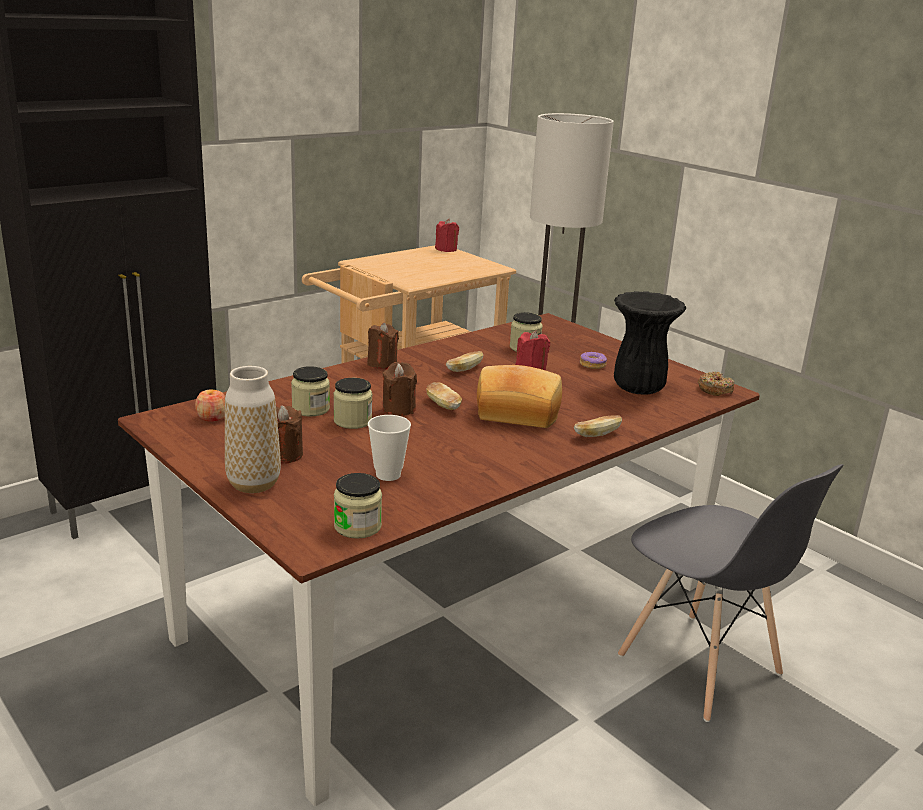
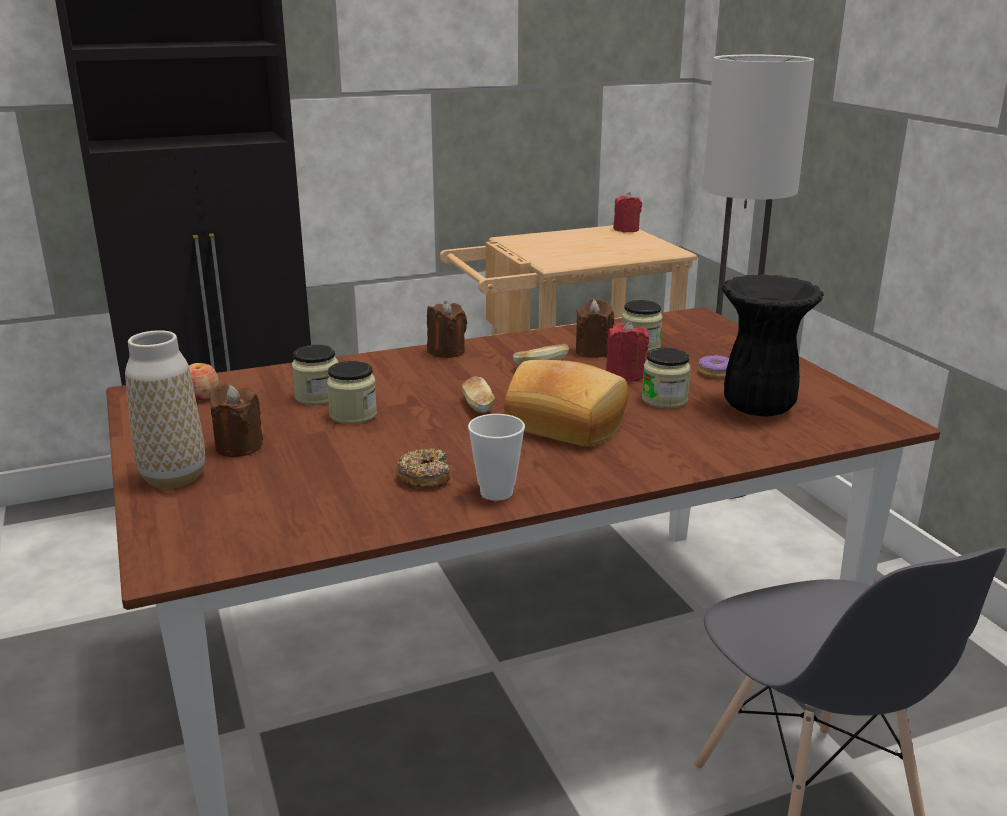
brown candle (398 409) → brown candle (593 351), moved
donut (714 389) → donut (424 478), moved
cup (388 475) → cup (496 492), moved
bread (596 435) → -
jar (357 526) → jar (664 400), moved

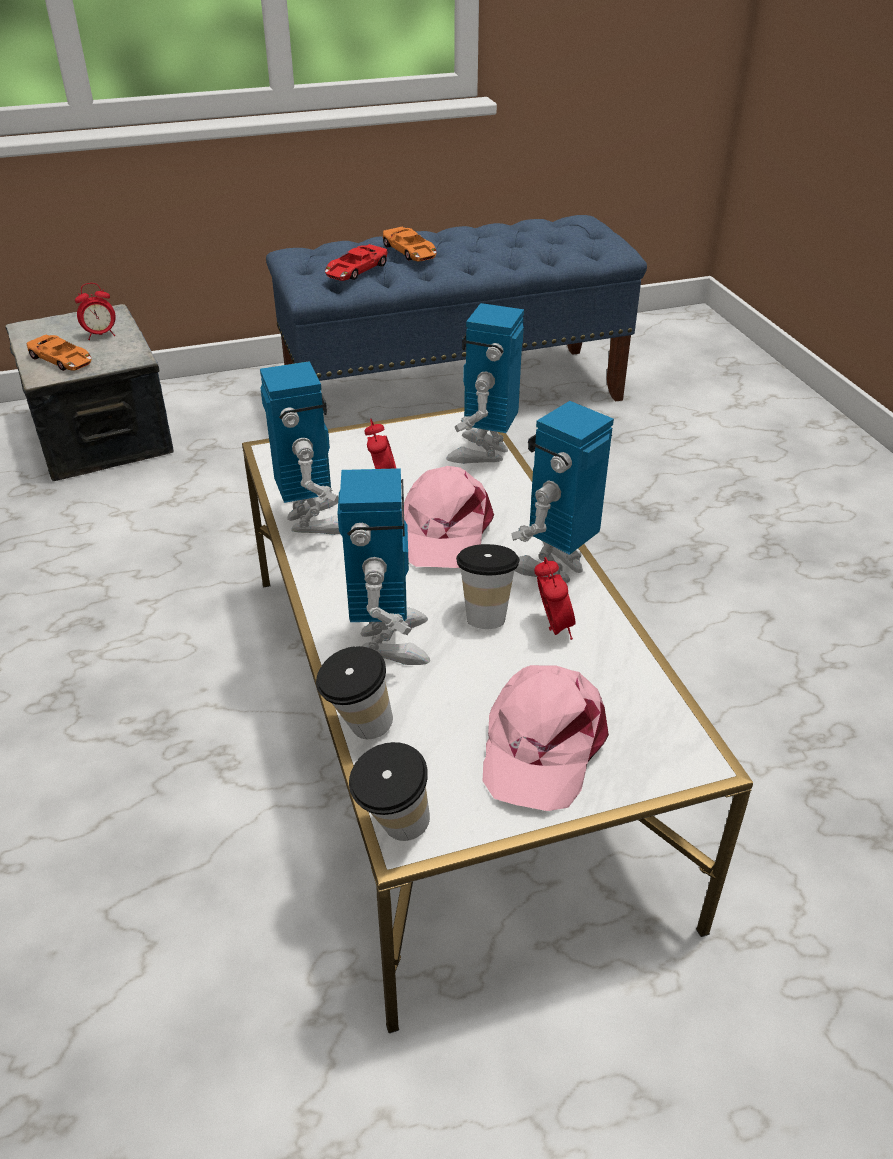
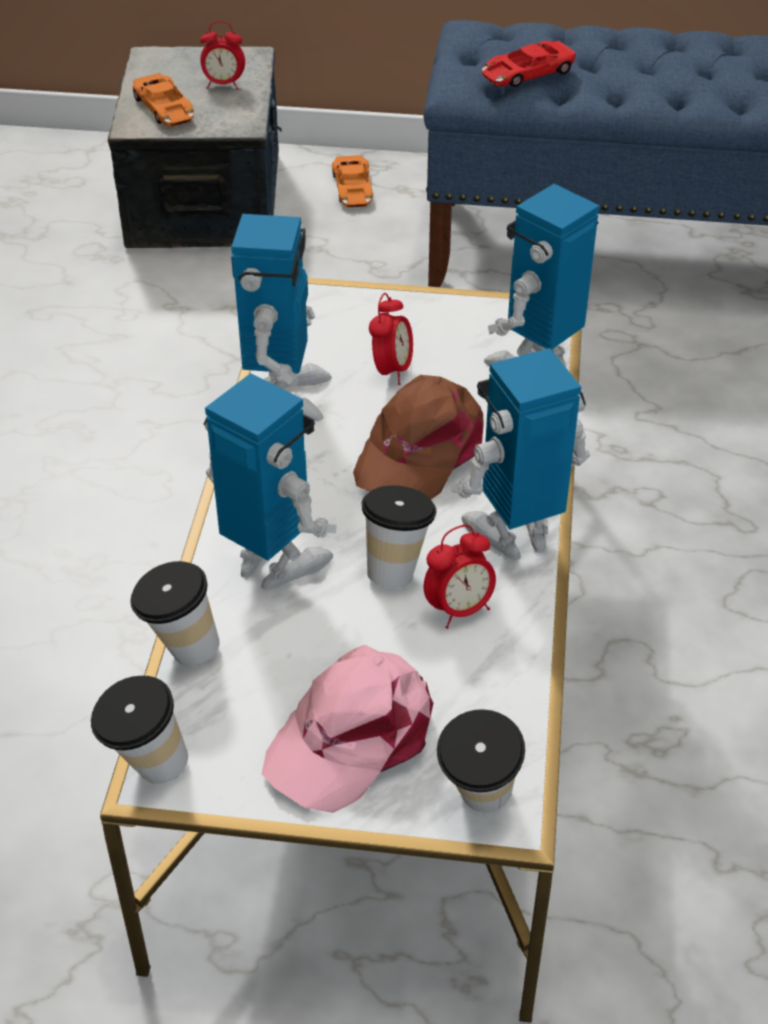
orange toy car (410 251) → orange toy car (353 189), moved
pink cap (444 530) → brown cap (420 451)
toy robot (389 640) → toy robot (274 563), 75 degrees counterclockwise
alarm clock (552 628) → alarm clock (459 609), 45 degrees clockwise
- → cup (477 805)

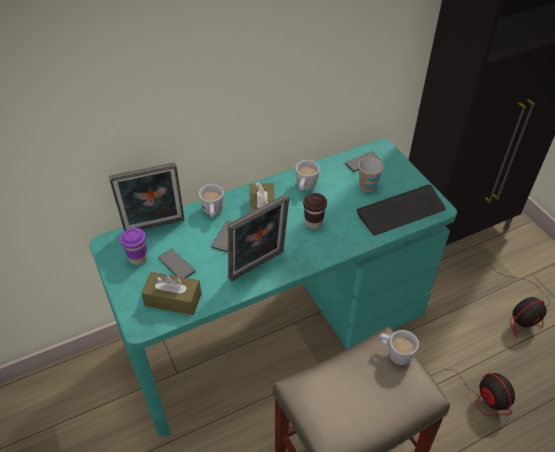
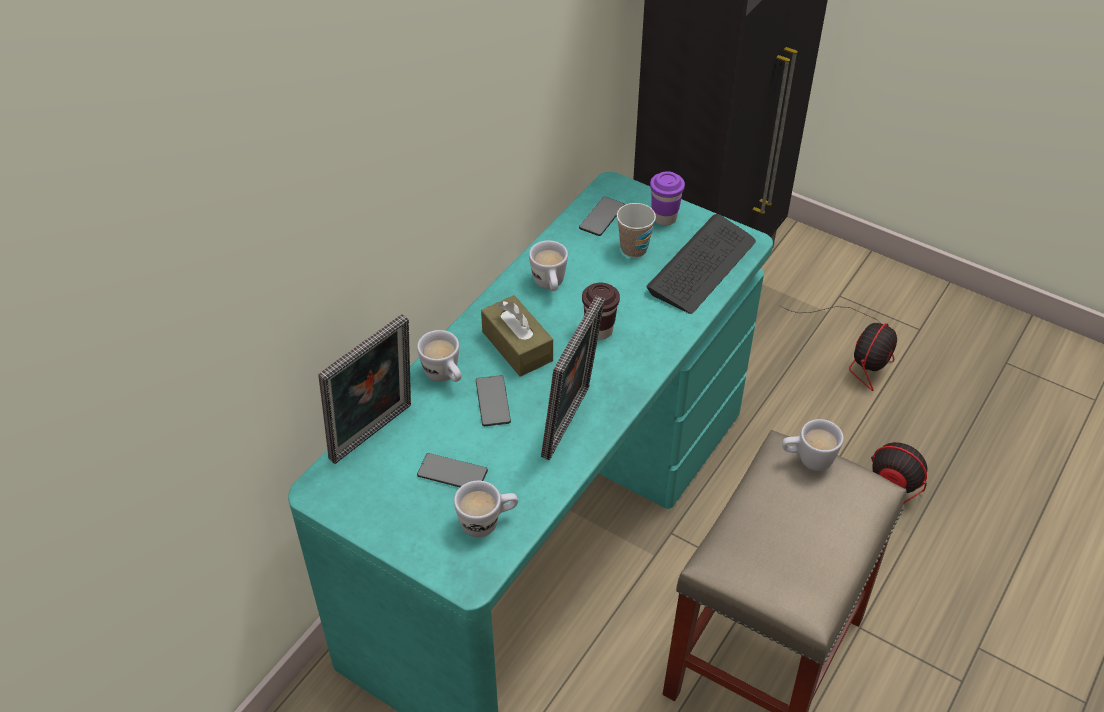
purple cup (138 258) → purple cup (664 218), moved
brown tissue box (173 300) → white mug (487 522)

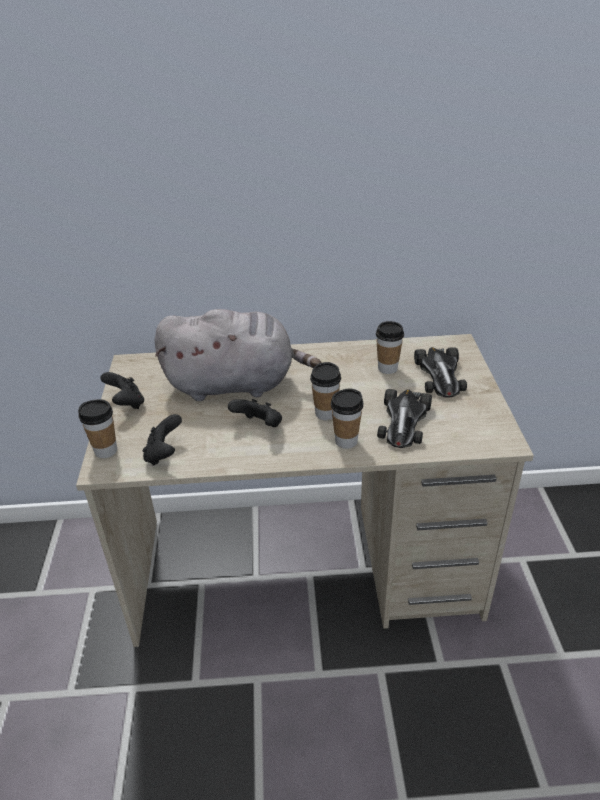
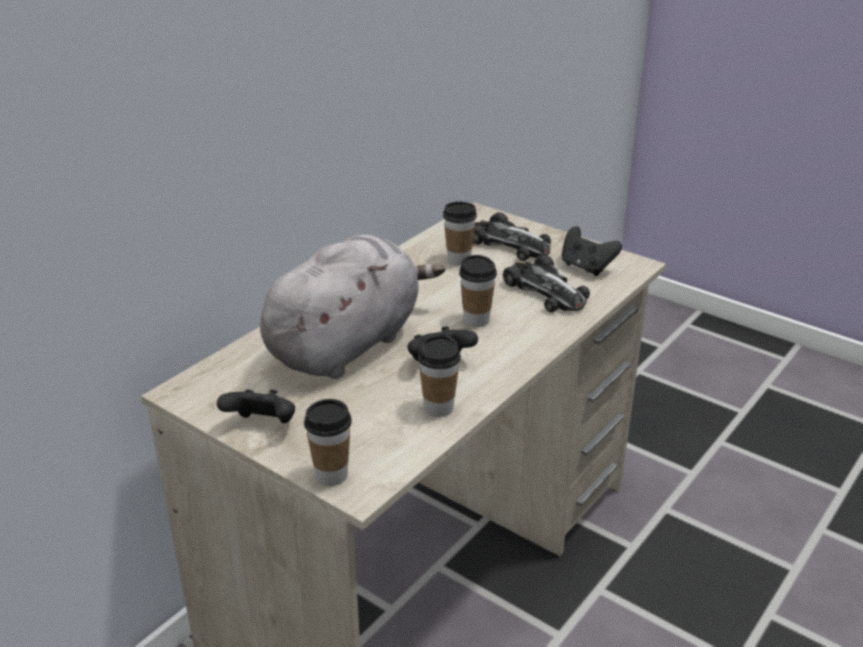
cup (346 441) → cup (438 408), moved
black game controller (164 454) → black game controller (586 267), moved

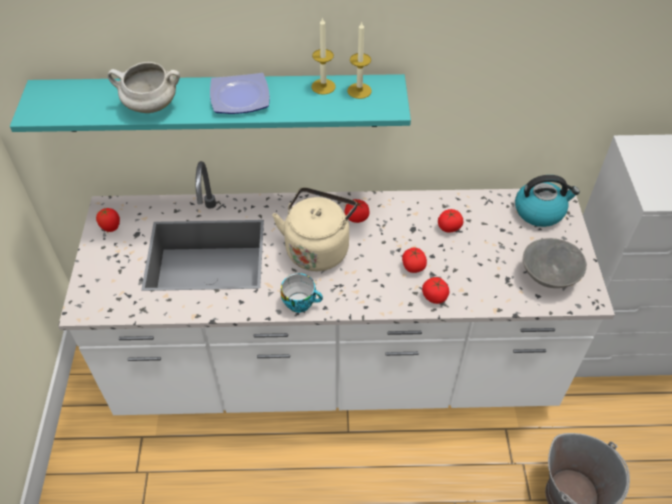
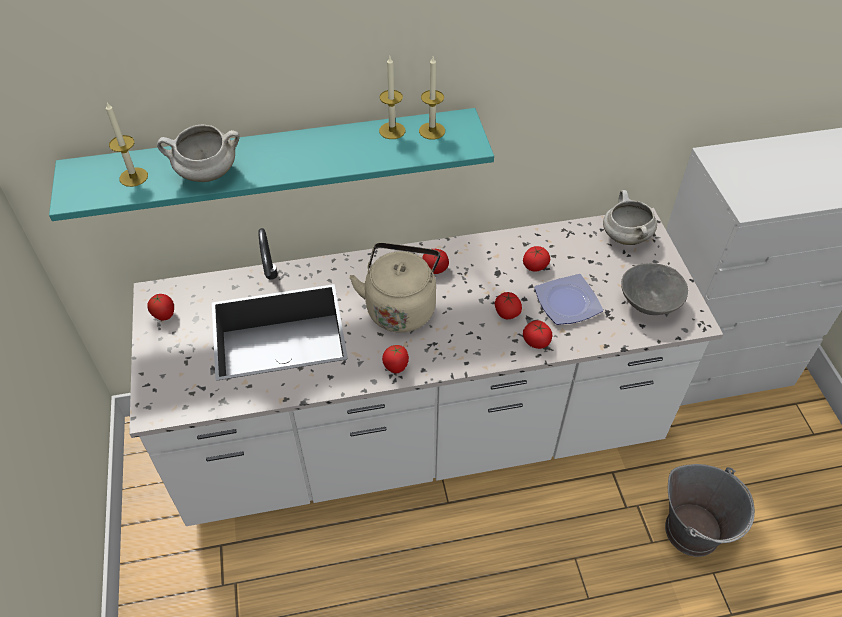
plate (241 97) → plate (568 302), moved
kettle (540 211) → white cooking pot (625 237)
cup (301 302) → tomato (396 368)
- → candle (133 177)

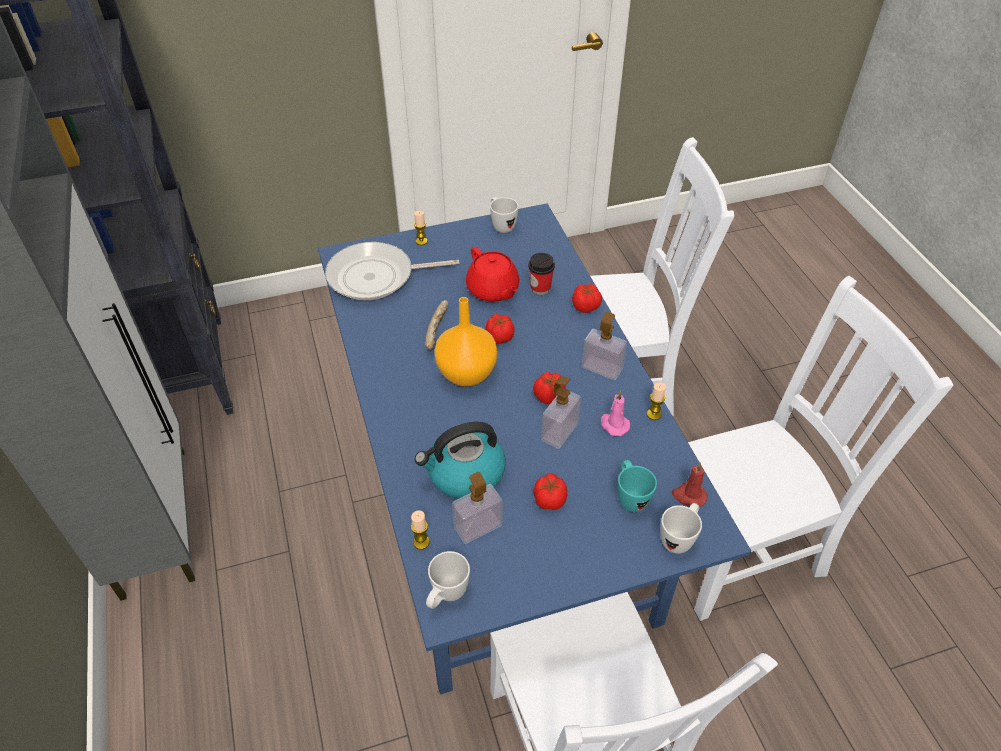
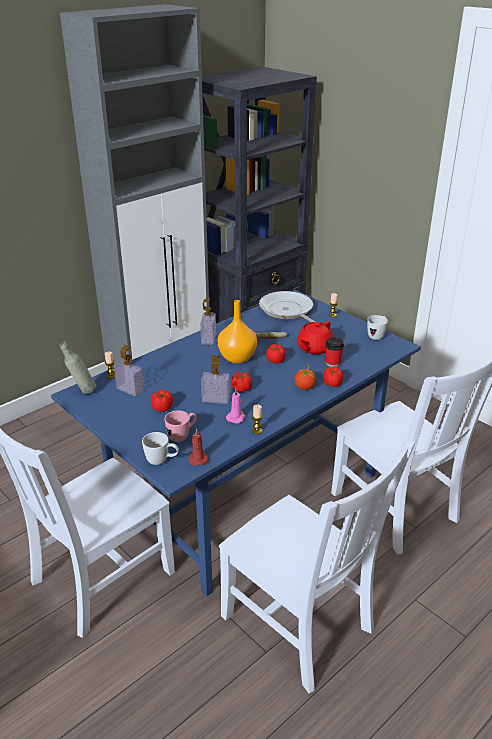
soap dispenser (602 368) → soap dispenser (208 339), moved
kettle (465 474) → -
turquoise mug (630 497) → pink mug (182 436)
white mug (446 596) → grey bottle (82 392)
- → tomato (304 387)

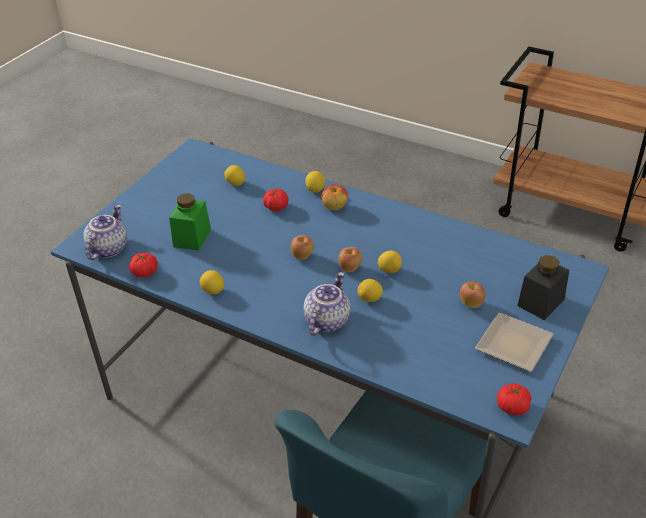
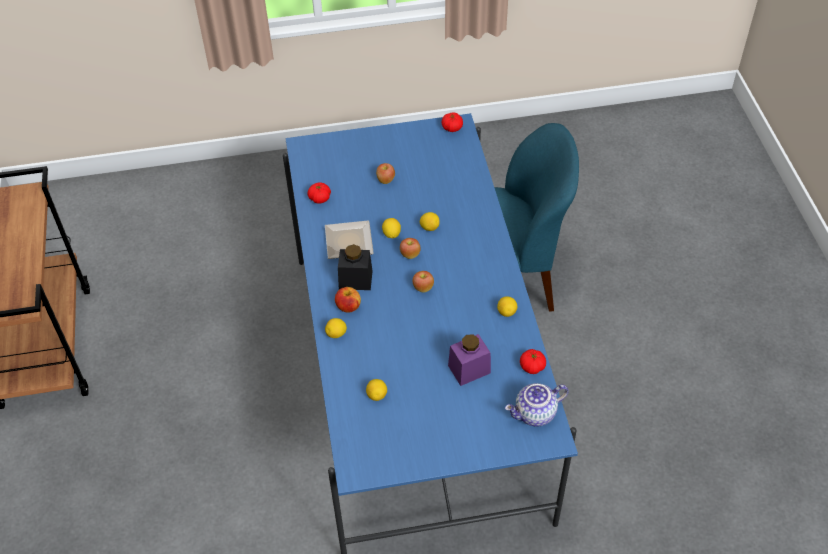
tomato (276 207) → tomato (319 198), moved
green jar (192 238) → purple jar (469 369)
black jar (541 302) → black jar (355 279), moved
teapot (326 320) → -
plate (512 342) → plate (347 243), moved

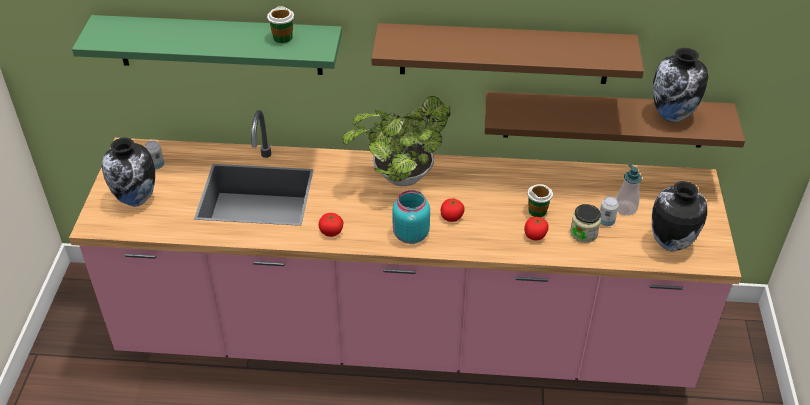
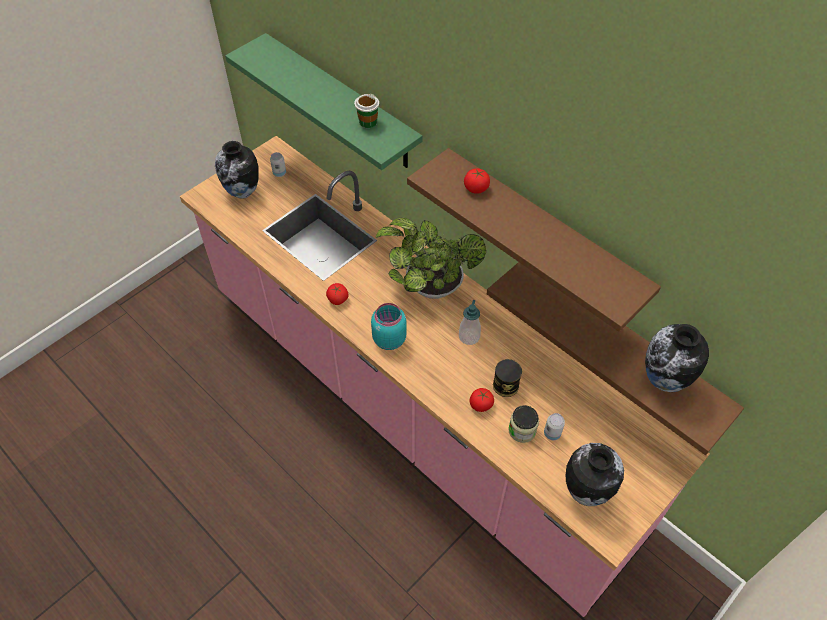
soap dispenser (625 208) → soap dispenser (469 337), moved
cup (537 211) → can (505 385)
tomato (451 217) → tomato (476 188), moved

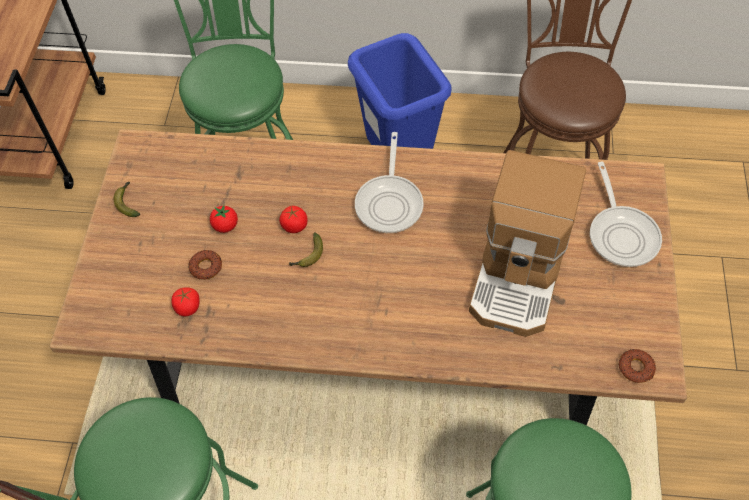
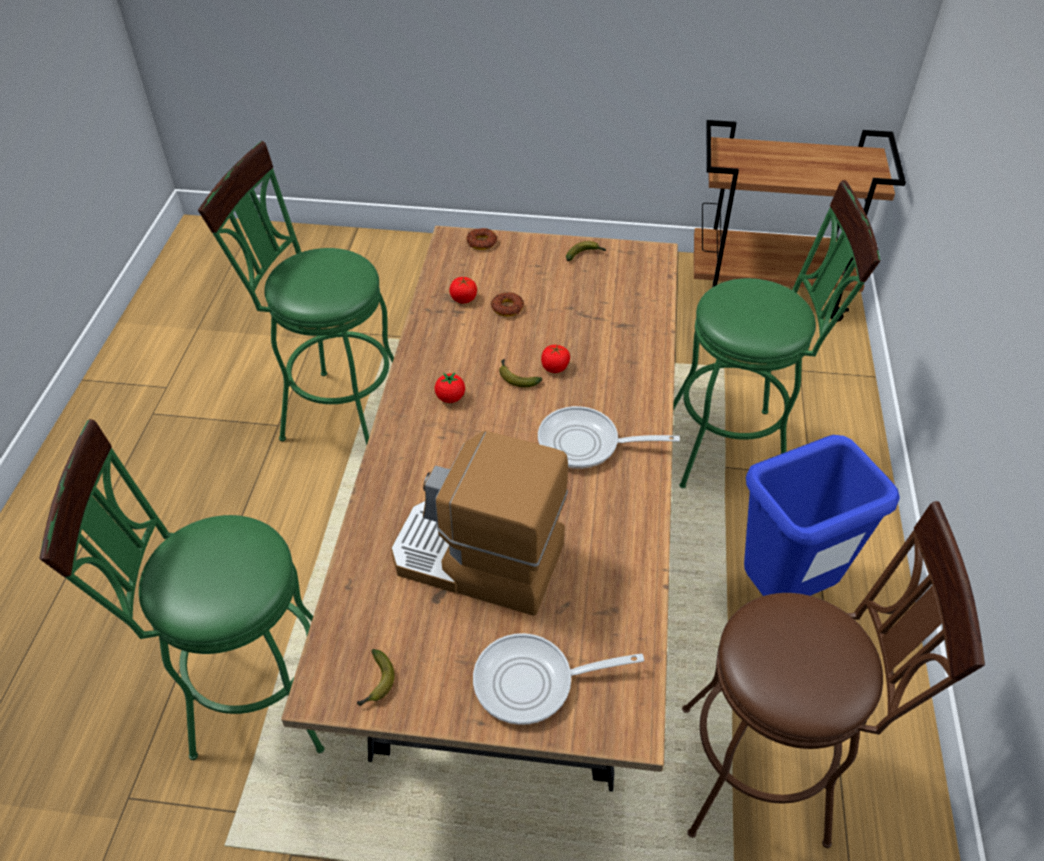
tomato (225 226) → tomato (450 398), moved
donut (636 368) → donut (482 242), moved
- → banana (376 683)

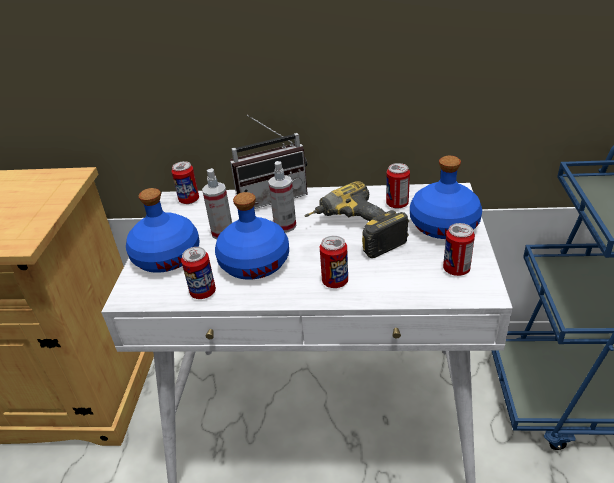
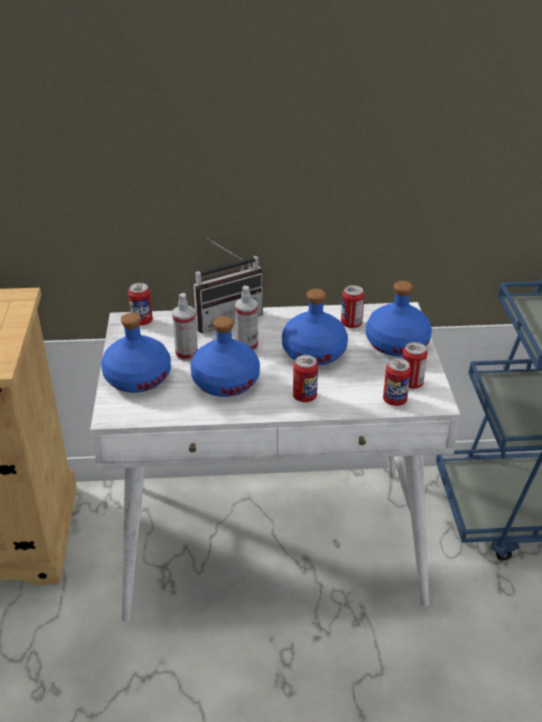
power drill (353 233) → blue bottle (314 352)
can (203 292) → can (394 400), moved

